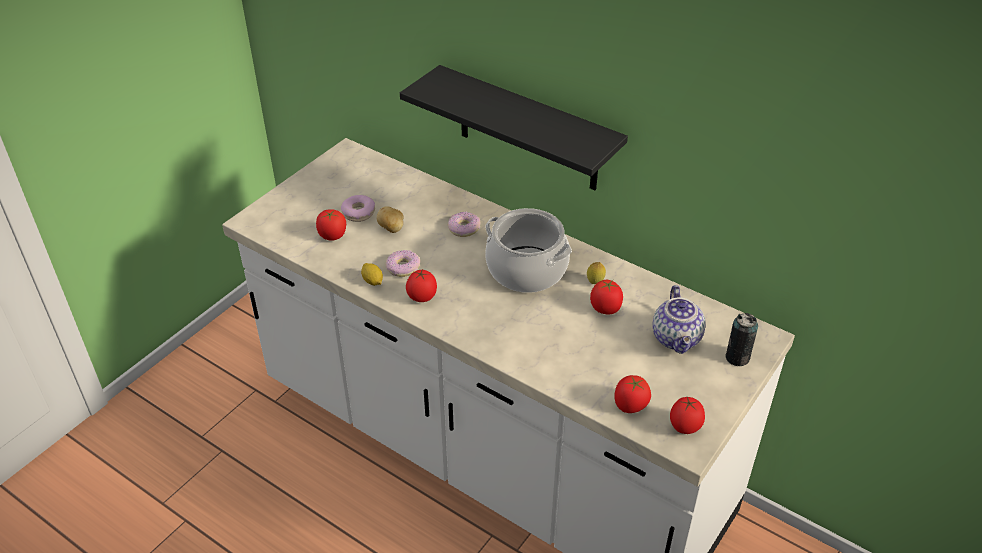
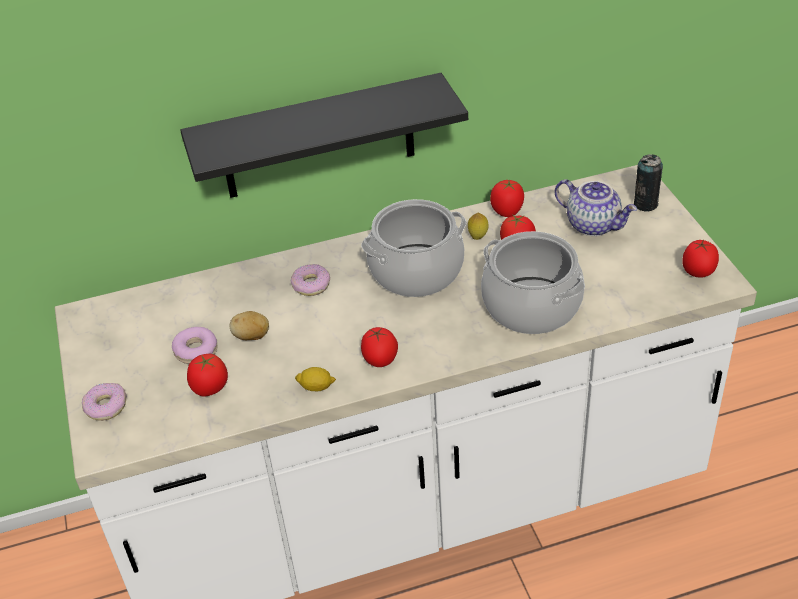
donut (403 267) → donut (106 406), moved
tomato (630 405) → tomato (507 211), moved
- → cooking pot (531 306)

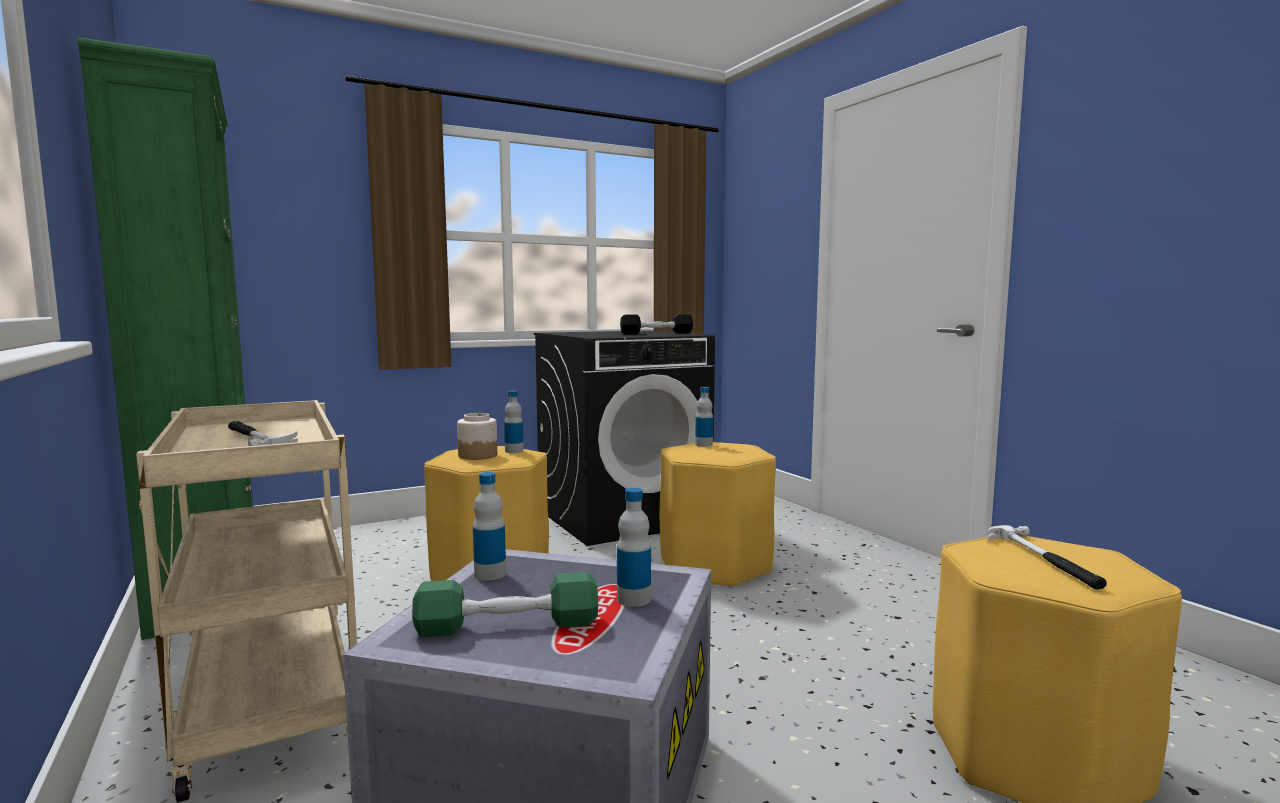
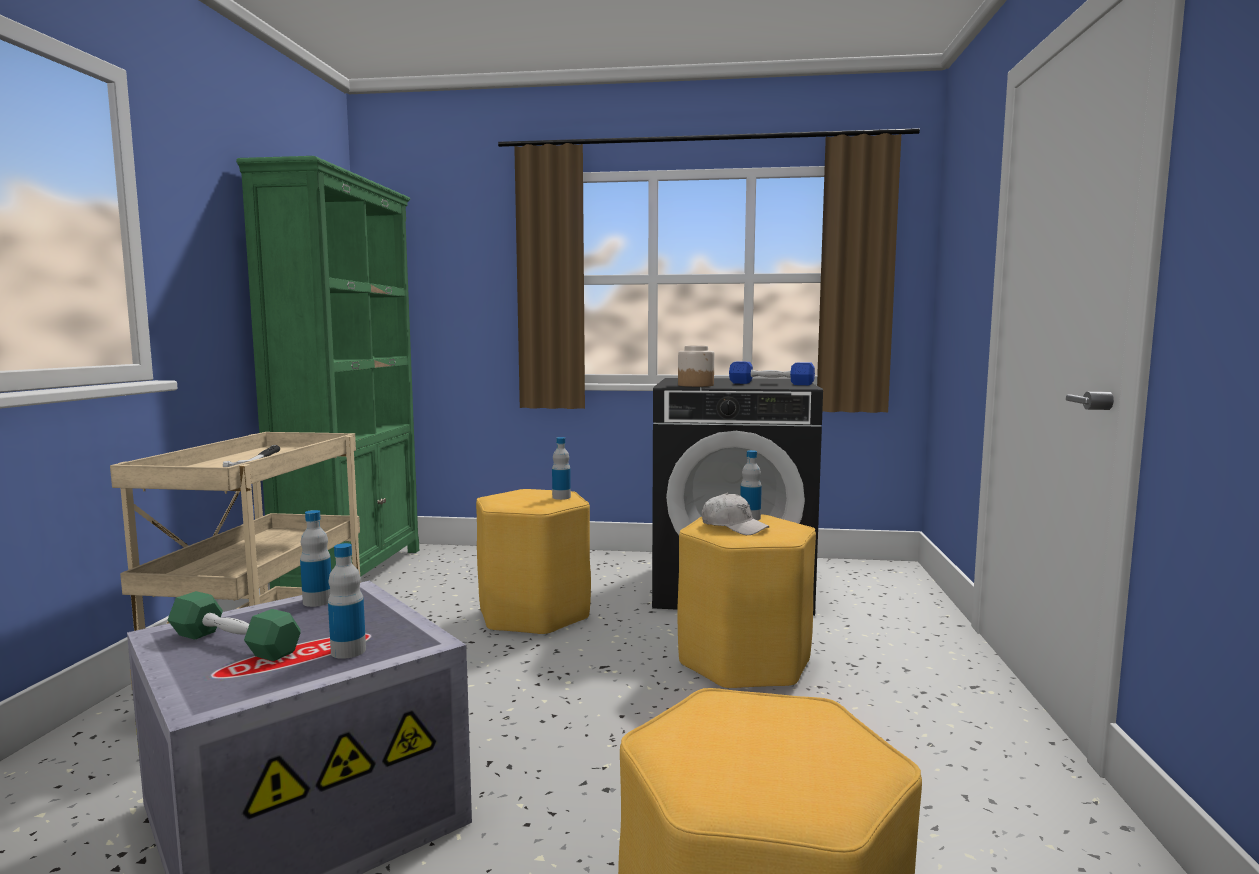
black dumbbell (656 333) → blue dumbbell (771 384)
jar (478 455) → jar (696 385), moved
hammer (1043 560) → -
- → white cap (734 527)

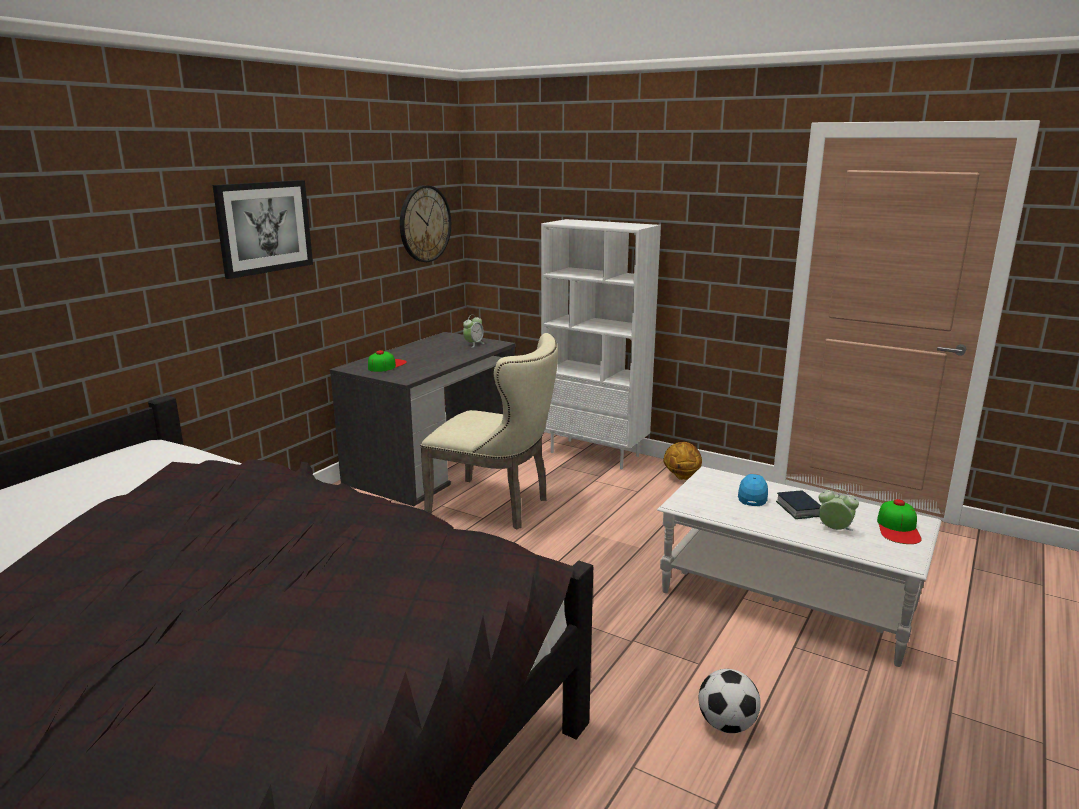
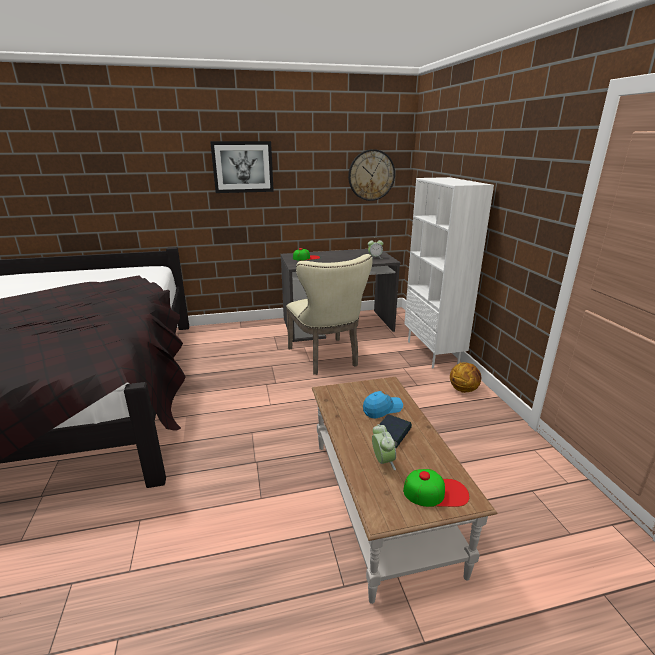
white coffee table (786 600) → brown coffee table (381 501)
cap (898 528) → cap (435 492), 150 degrees counterclockwise
football (726 724) → -

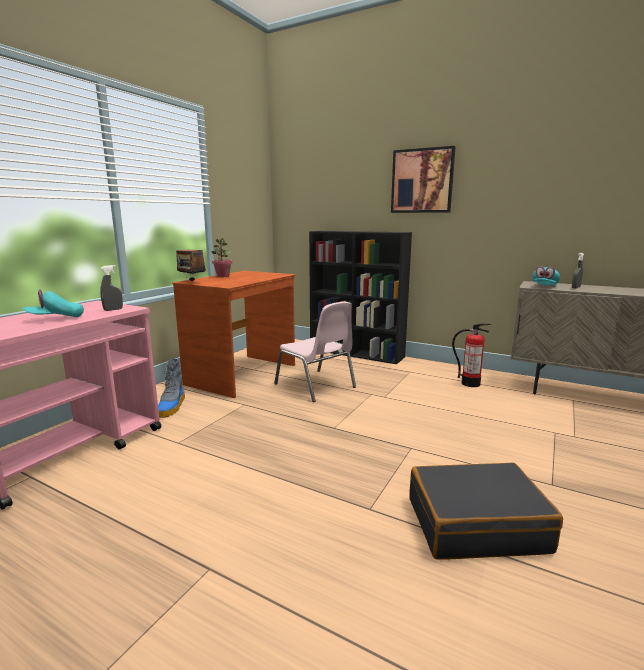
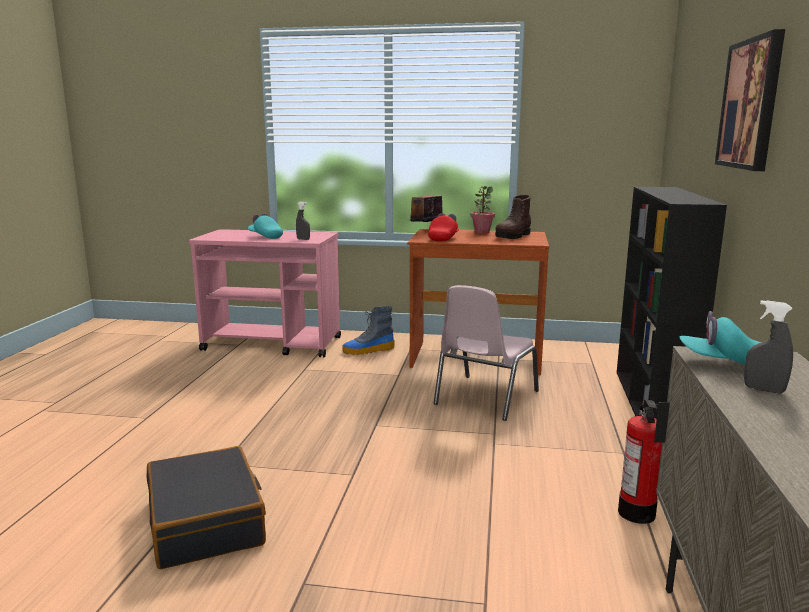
- → brown boot (513 236)
- → red cap (443 238)

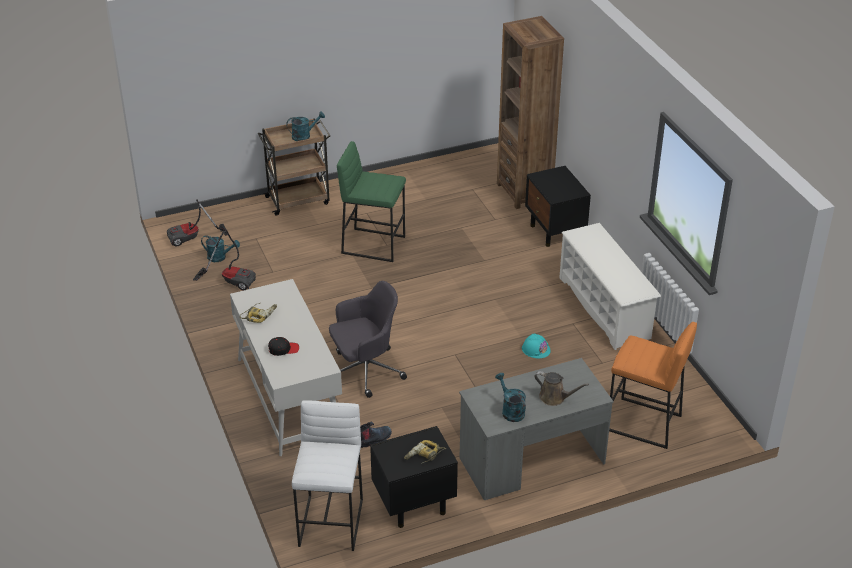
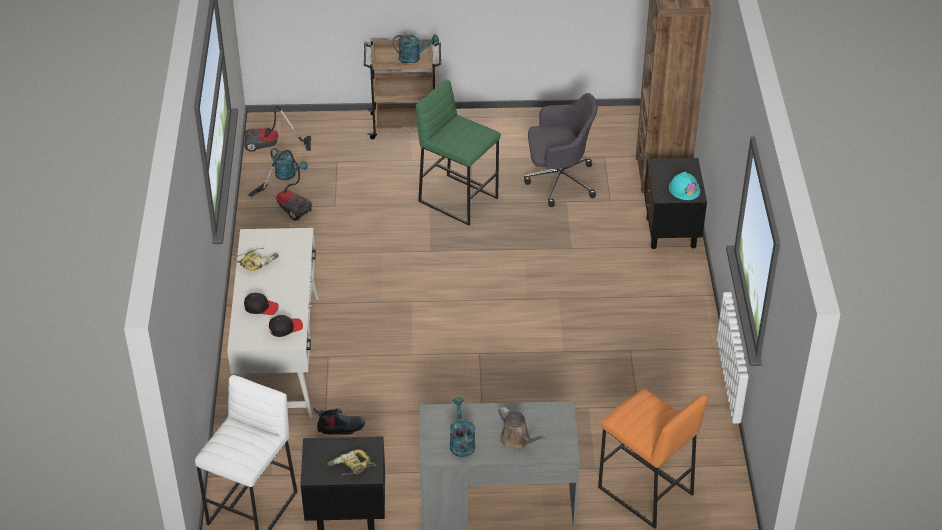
white shoe rack (605 308) → -
grey office chair (365 370) → grey office chair (558 181), moved
turquoise hard hat (536 349) → turquoise hard hat (684 189), moved
- → black cap (285 328)

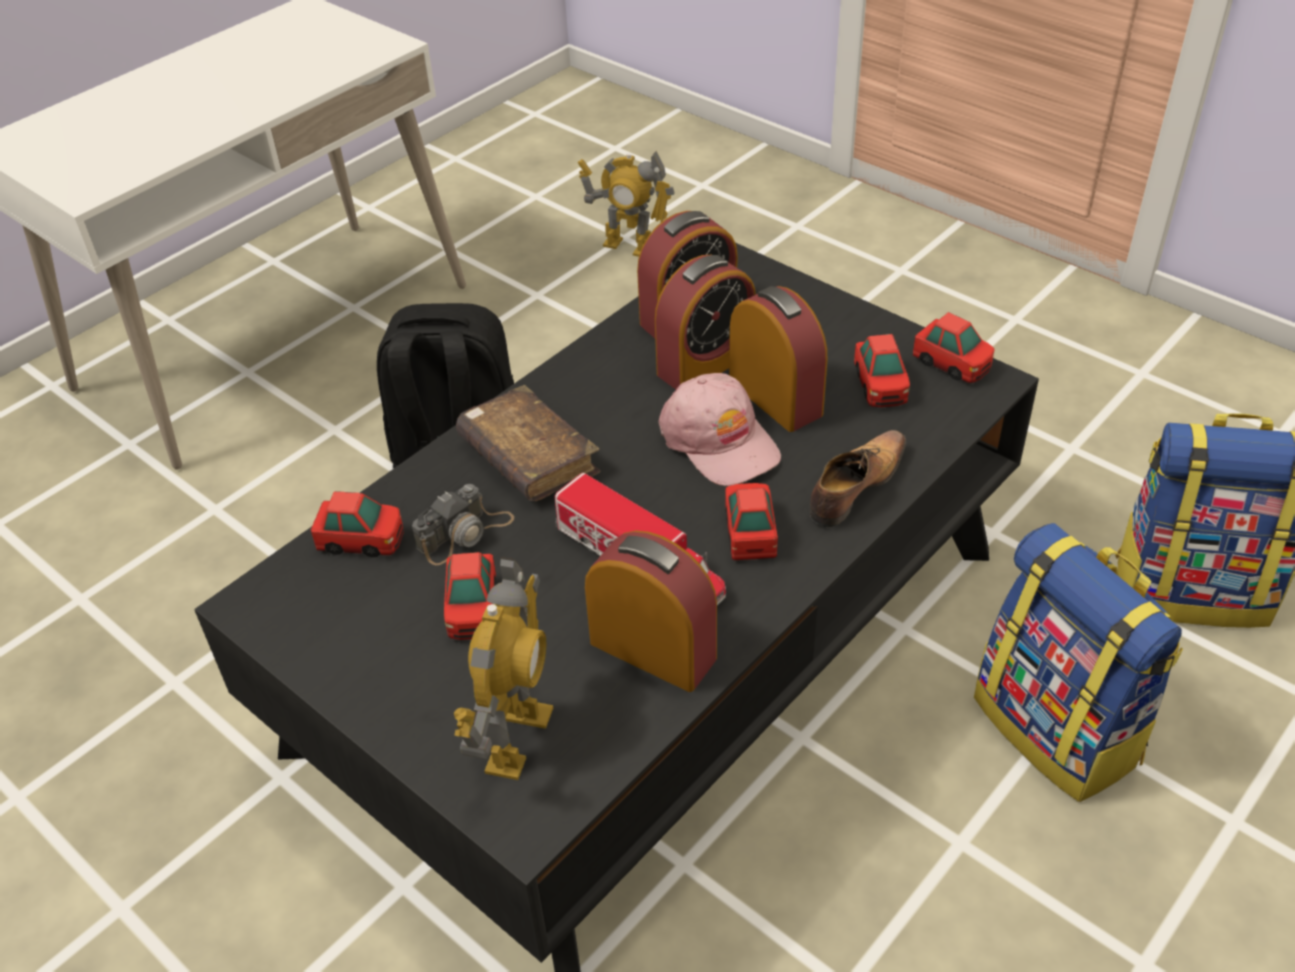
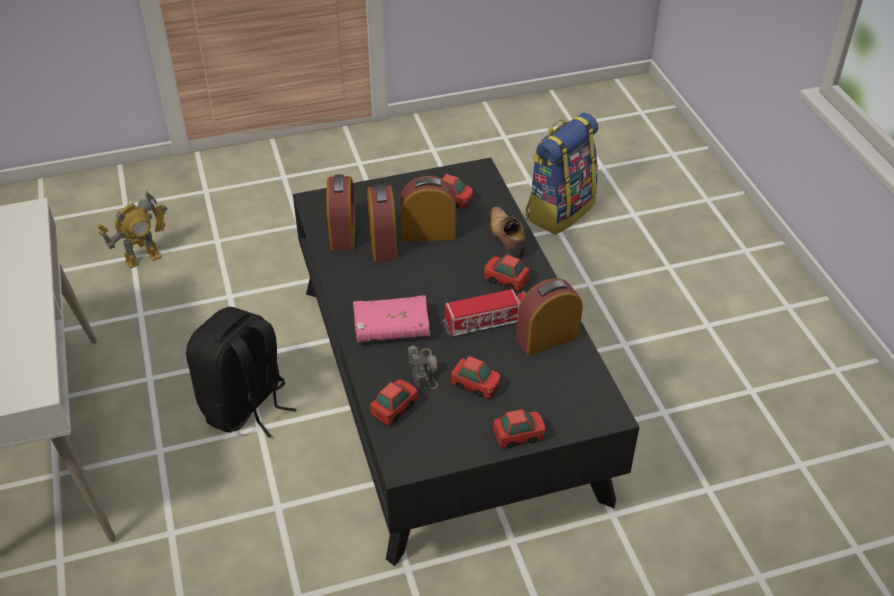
toy car (952 364) → toy car (519 436), moved
pink cap (719 441) → -
brown book (528 458) → pink book (391 327)
backpack (1059 729) → -
toy robot (516 738) → -

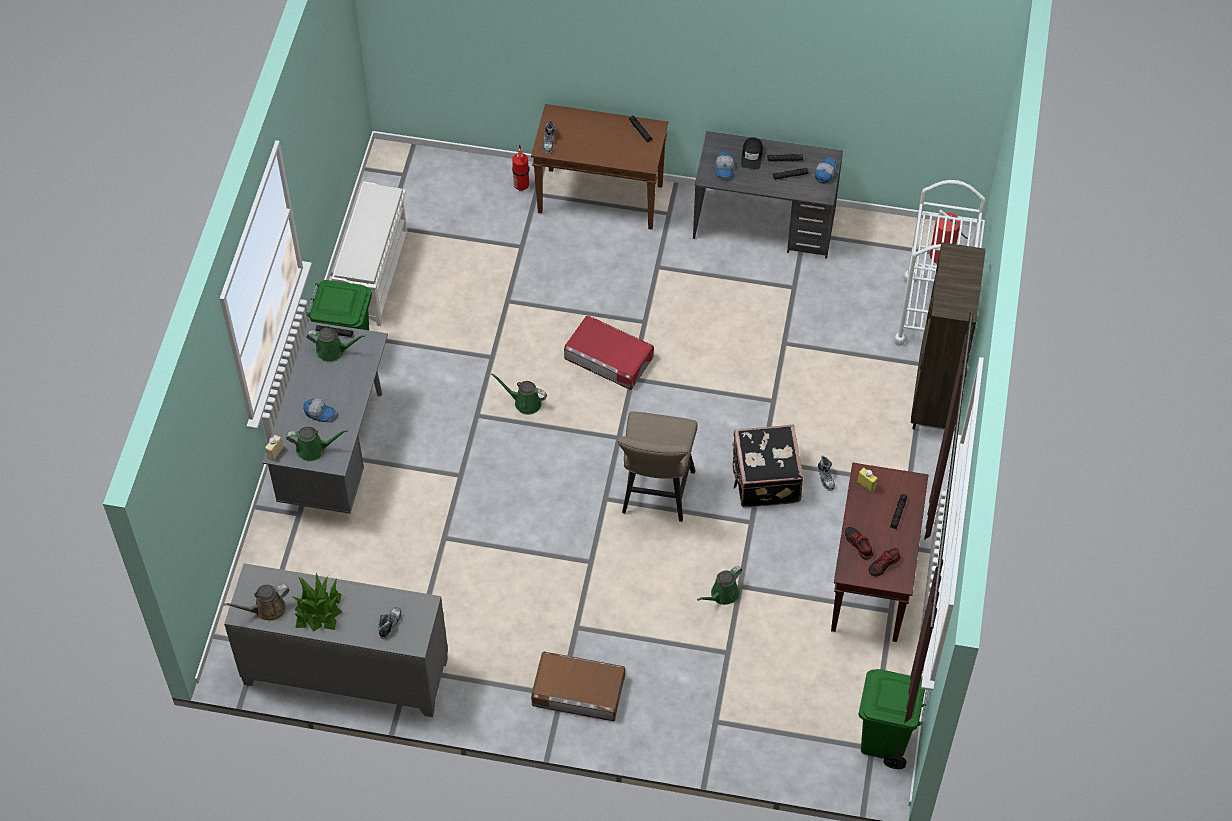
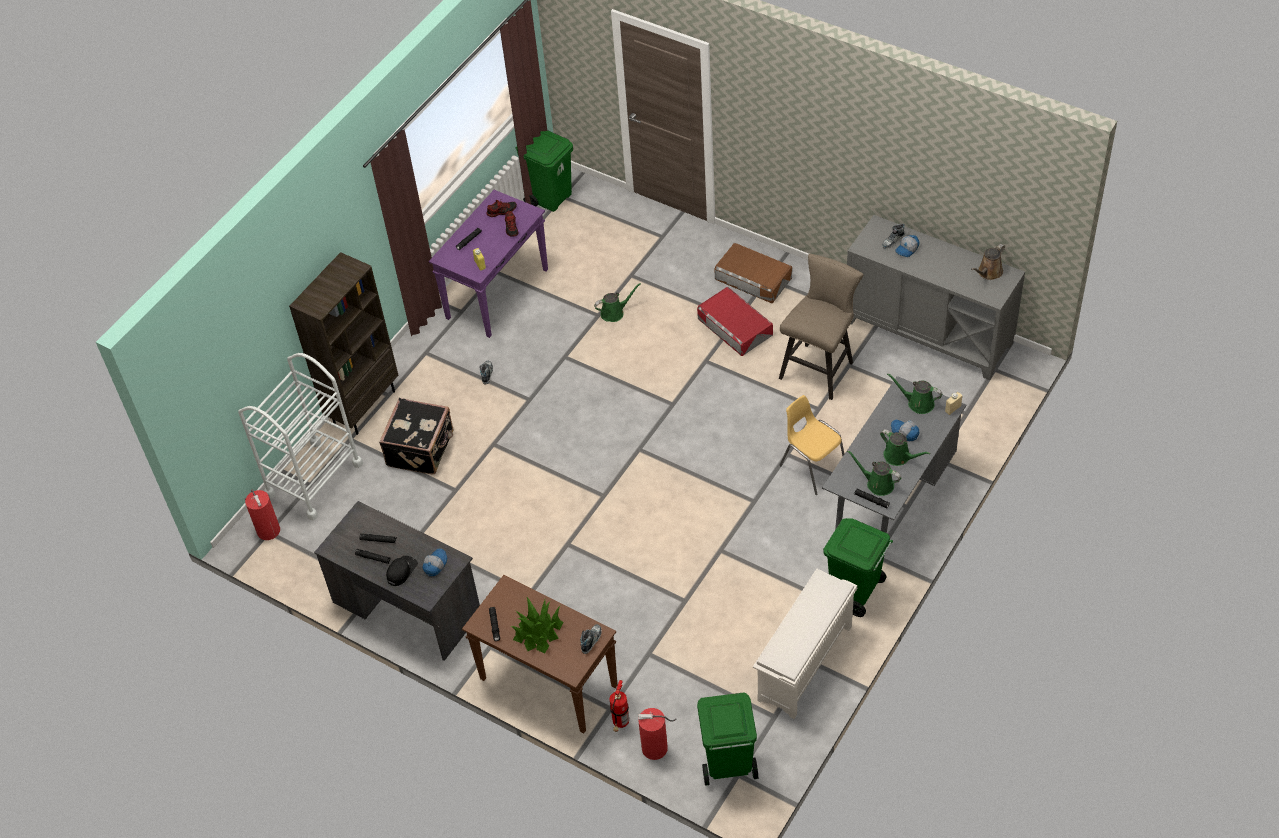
cap (824 173) → cap (907 249), moved
red storage box (608 357) → red storage box (735 326), moved
green watering can (525 402) → green watering can (899 456), moved
beige stool (656 496) → beige stool (819 368), moved
black suitcase (764 479) → black suitcase (421 449), moved
brown console table (872 582) → purple console table (497 293)
potted plant (318 609) → potted plant (538 632), moved
brown watering can (266 609) → brown watering can (988 273), 135 degrees clockwise
- → yellow chair (812 467)
- → green trash can (728 765)
- → fire extinguisher (656 748)

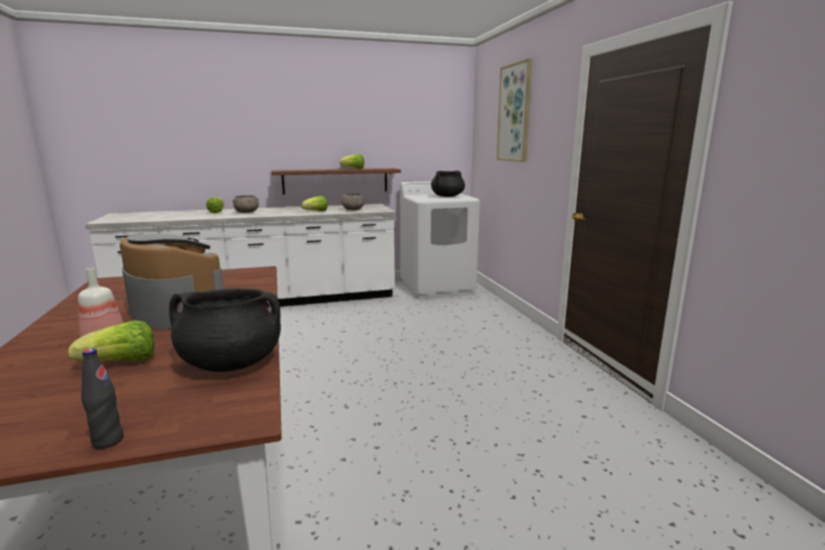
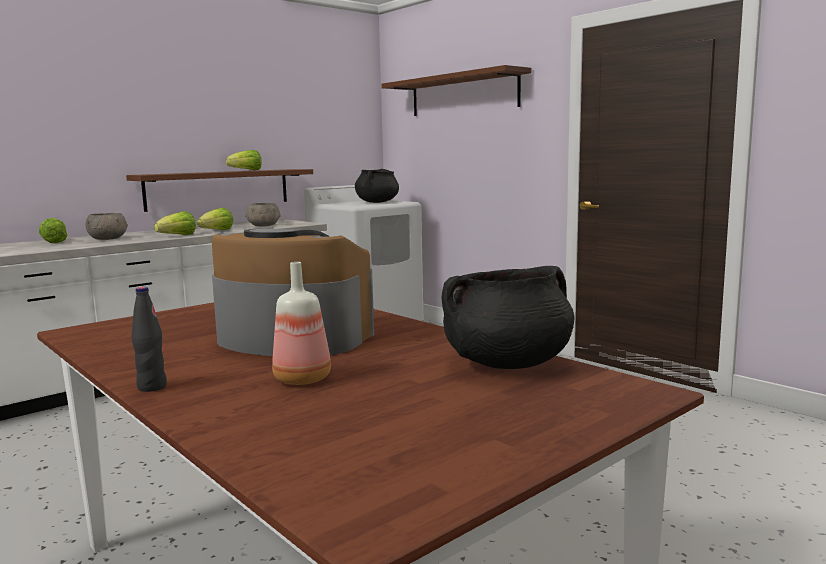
picture (515 113) → brown shelf (463 94)
lettuce (122 363) → lettuce (178 236), moved
black bottle (108 441) → black bottle (152 387), moved

